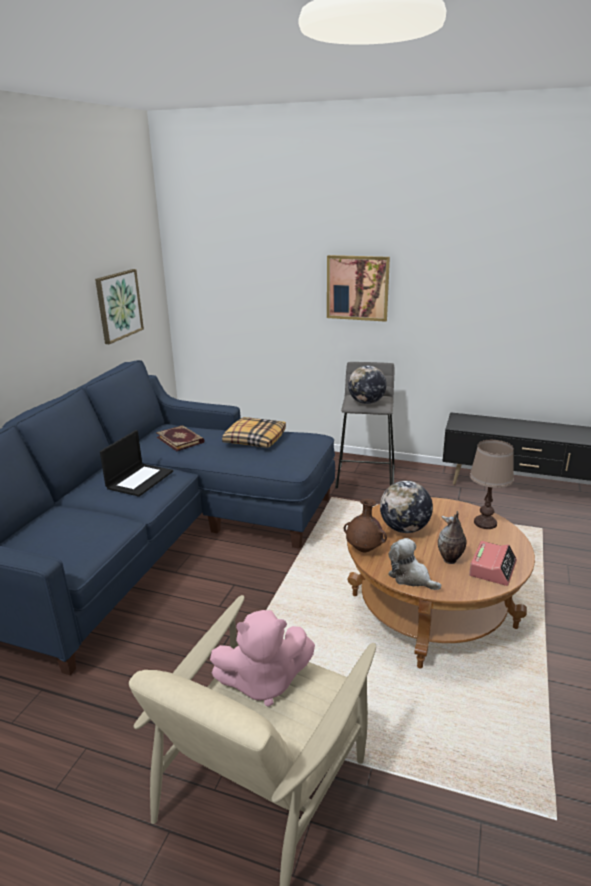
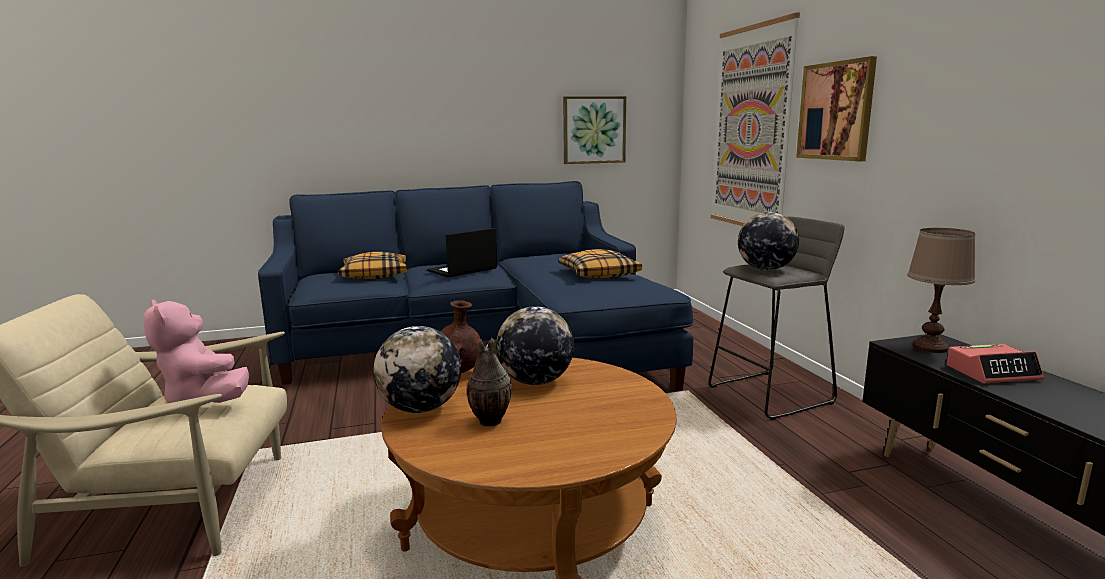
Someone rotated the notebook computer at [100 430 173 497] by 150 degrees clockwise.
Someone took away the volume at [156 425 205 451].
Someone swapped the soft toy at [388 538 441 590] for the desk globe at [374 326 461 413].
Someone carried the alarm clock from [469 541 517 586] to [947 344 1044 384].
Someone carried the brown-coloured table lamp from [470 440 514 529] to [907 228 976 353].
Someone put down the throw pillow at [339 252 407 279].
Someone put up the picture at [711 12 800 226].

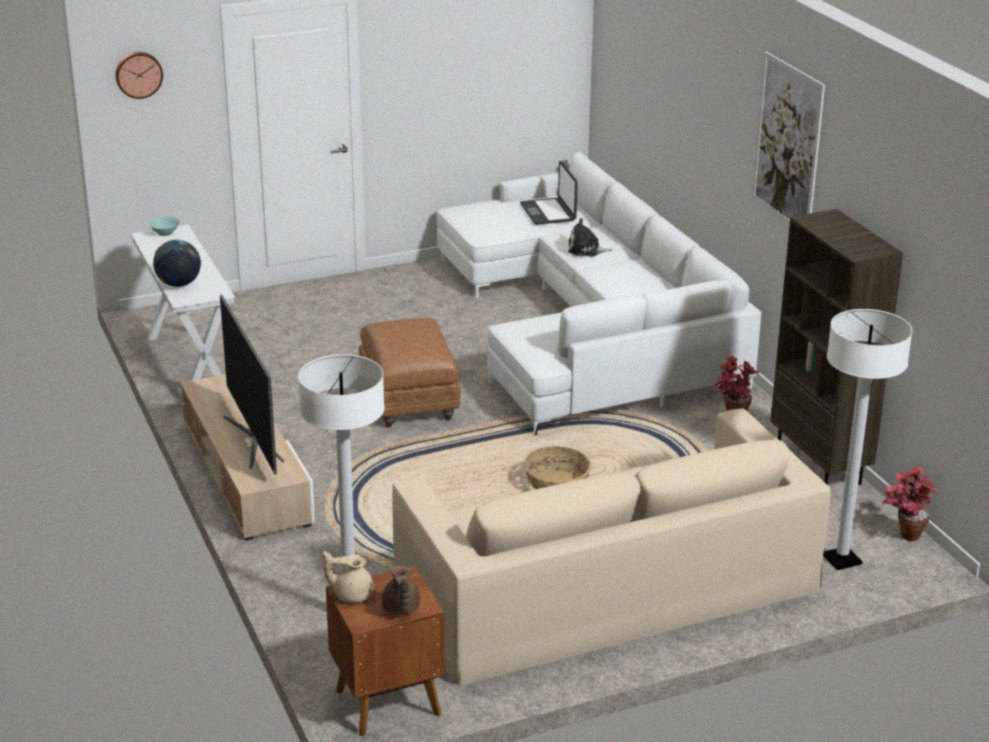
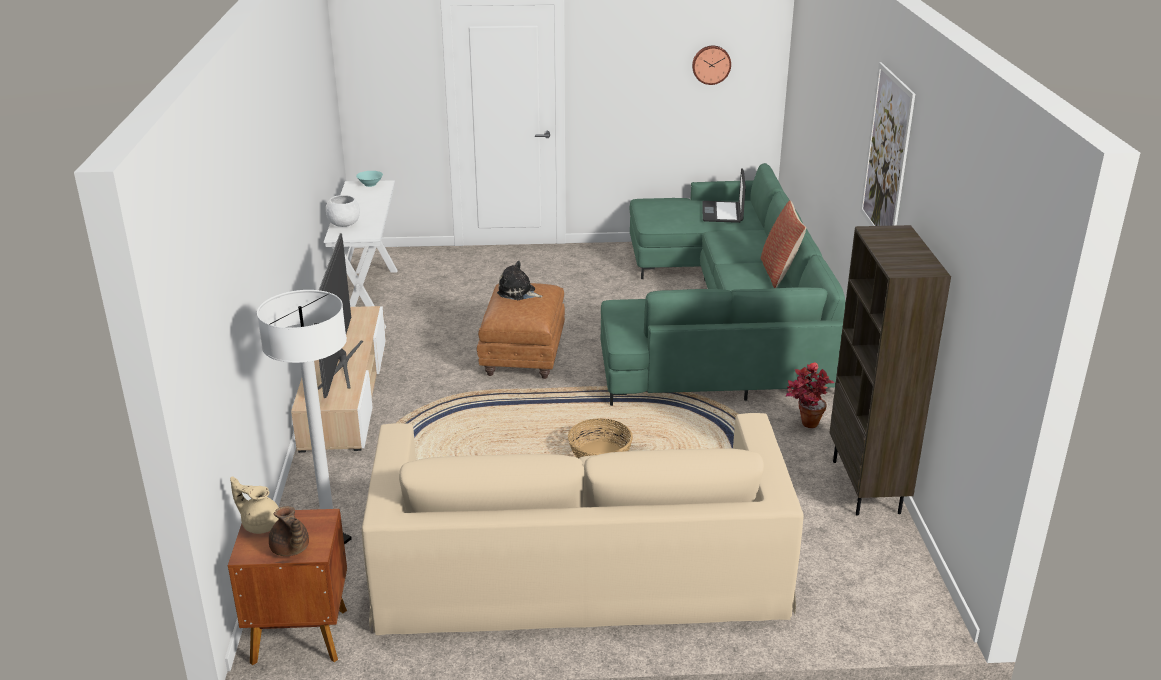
Someone carried the wall clock from [115 52 163 99] to [692 45 731 85].
Someone swapped the desk globe at [153 240 201 287] for the white-coloured deep dish at [326 195 360 227].
Someone rotated the brown-coloured teapot at [382 566 420 615] by 45 degrees counterclockwise.
Someone repainted the white-coloured couch at [436 151 762 435], which became the green couch at [601 163 846 406].
Someone carried the soft toy from [568 218 612 257] to [497 261 543 300].
Someone took away the white-coloured standard lamp at [823 309 913 570].
Someone took away the potted plant at [882 467 940 541].
Someone put down the throw pillow at [761 200 806 288].

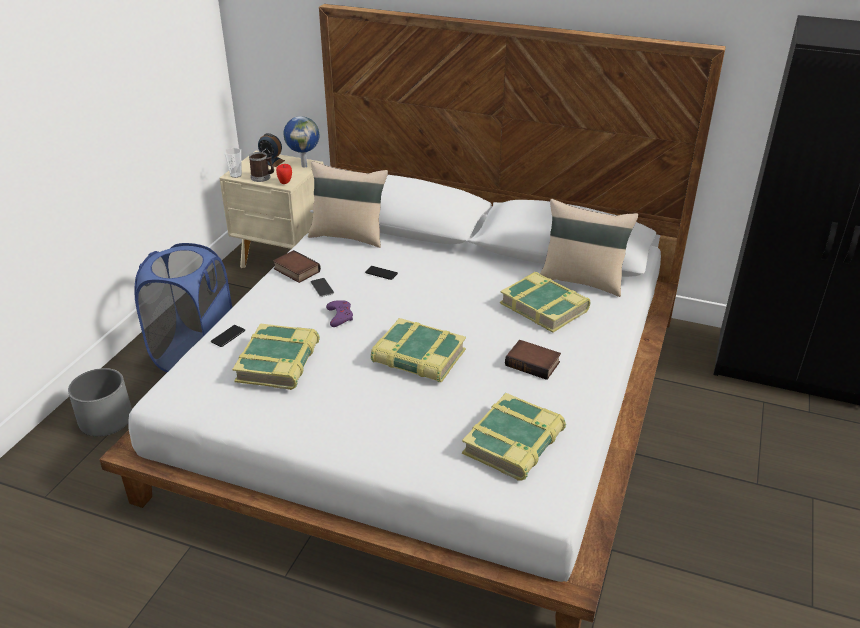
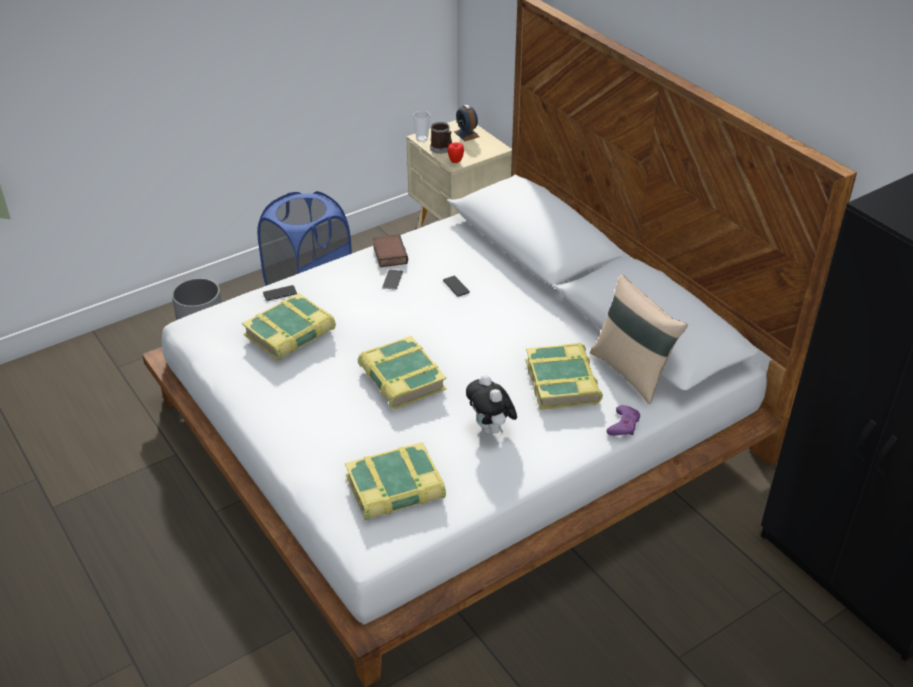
Someone took away the desk globe at [284 116 320 168].
Someone took away the beige-coloured throw pillow at [308 161 388 248].
Someone carried the purple-coloured joypad from [326 300 353 327] to [607 405 640 436].
Someone swapped the volume at [505 340 561 380] for the soft toy at [466 375 517 434].

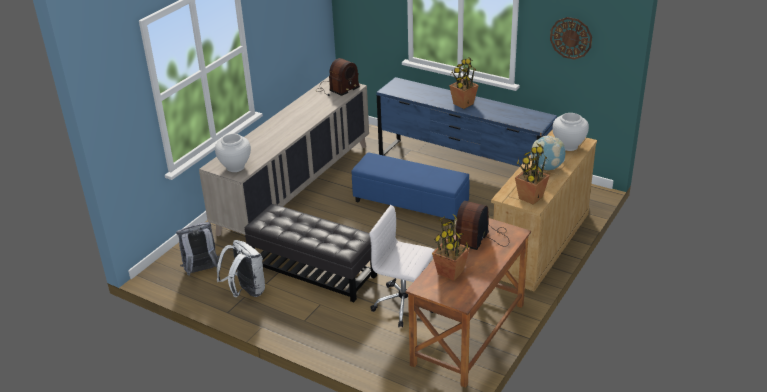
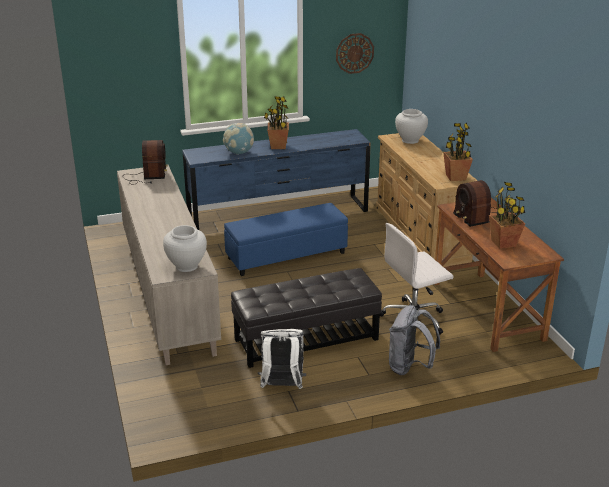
Someone carried the gray backpack from [176 222 220 276] to [389 305 440 375].
Someone carried the desk globe from [531 135 565 170] to [223 123 254 155].

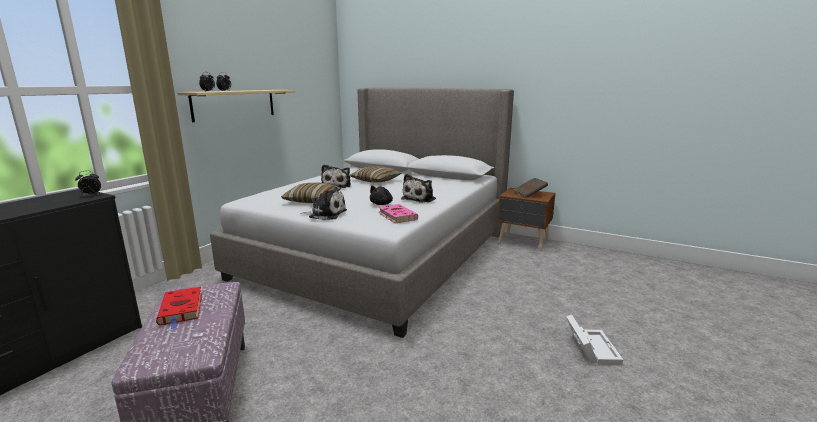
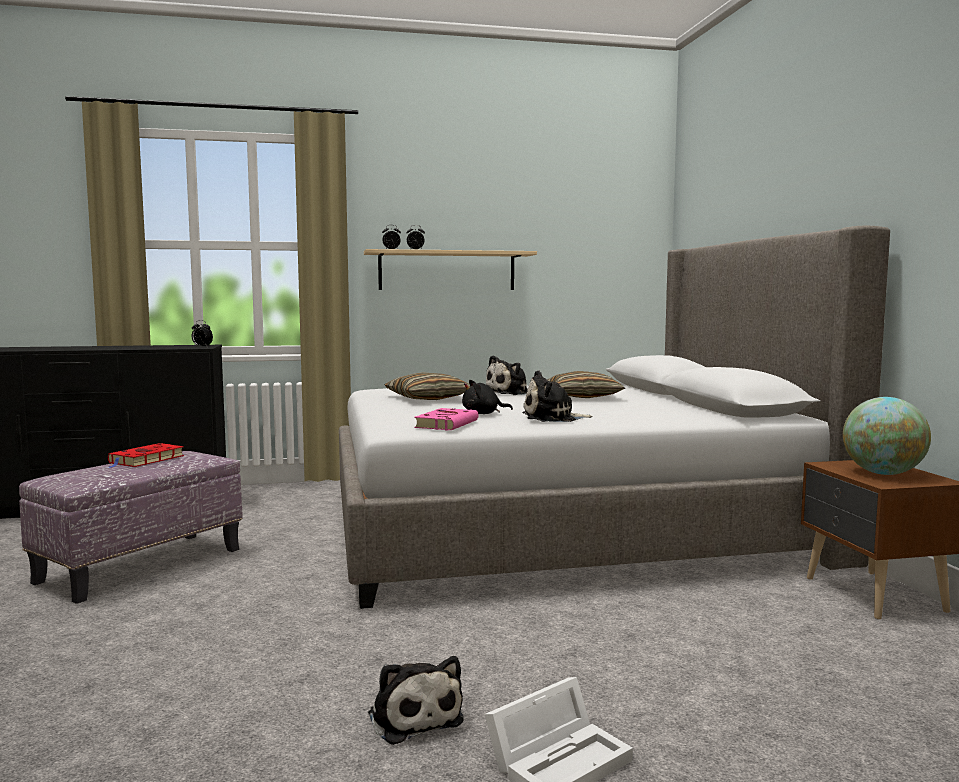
Someone carried the soft toy from [300 187 347 220] to [368 656 464 745].
Someone swapped the brown-coloured volume at [514 178 548 198] for the desk globe at [843 397 931 475].

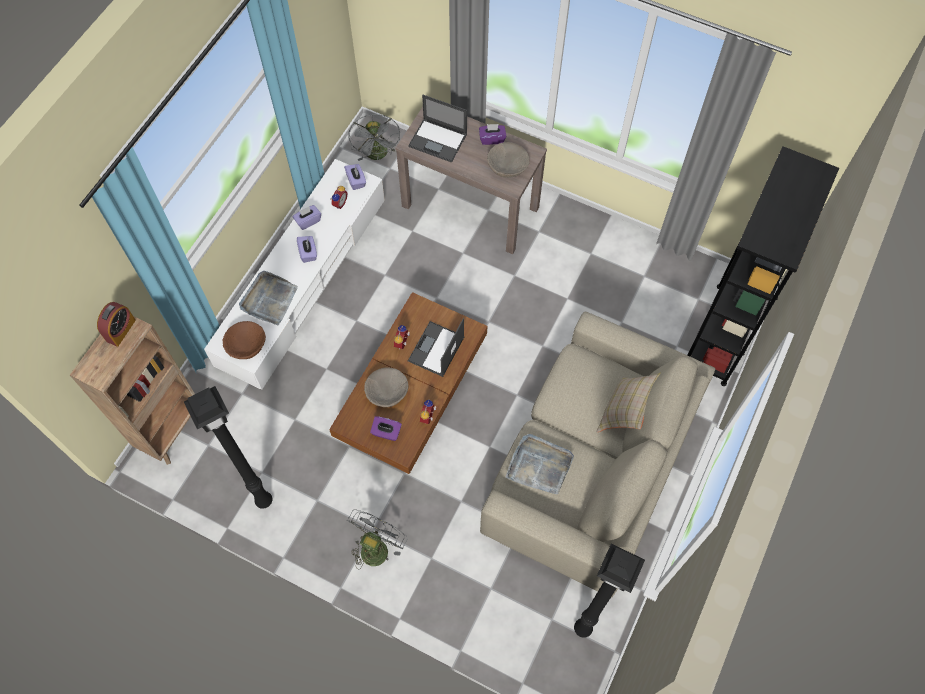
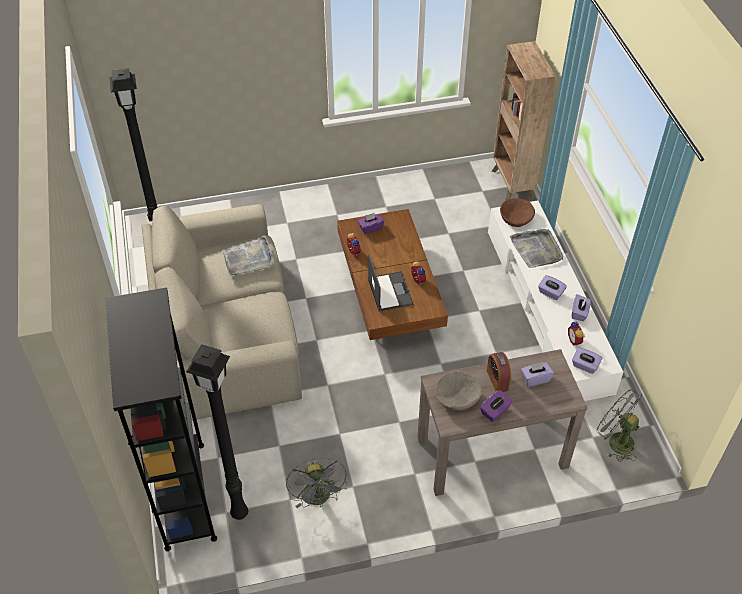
Someone carried the alarm clock from [97 302 136 347] to [487 352 511 392].
Someone carried the blackish standard lamp from [184 386 272 509] to [186 344 248 520].
Someone carried the gray fan from [347 509 407 570] to [286 458 347 508].
Someone took away the beige-coloured deep dish at [364 368 408 407].
Someone swapped the notebook computer at [408 95 467 163] for the purple-coloured tissue holder at [521 362 554 387].
Someone took away the beige-coloured throw pillow at [597 372 661 432].

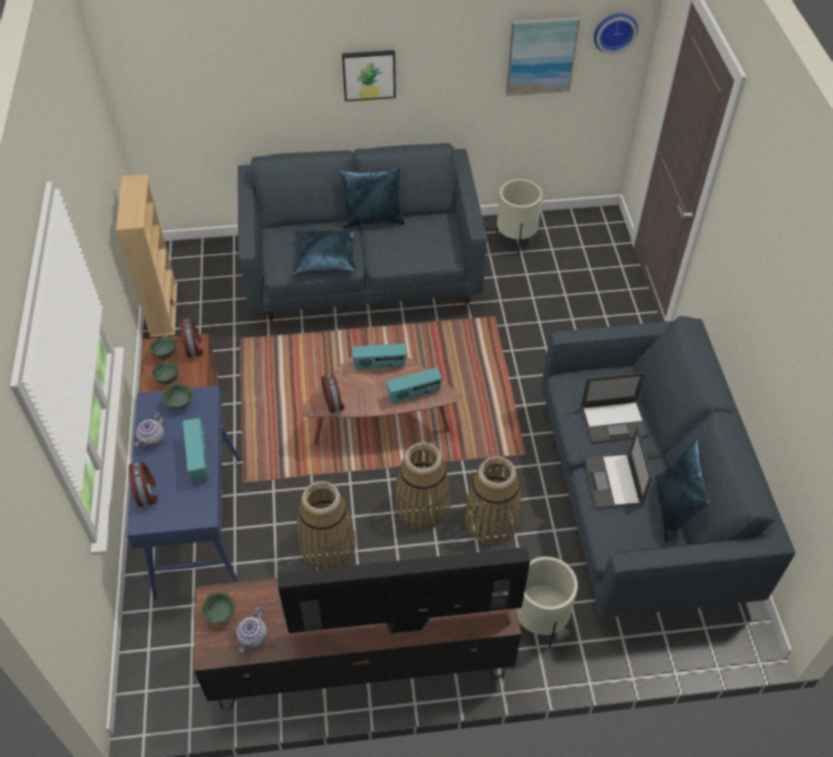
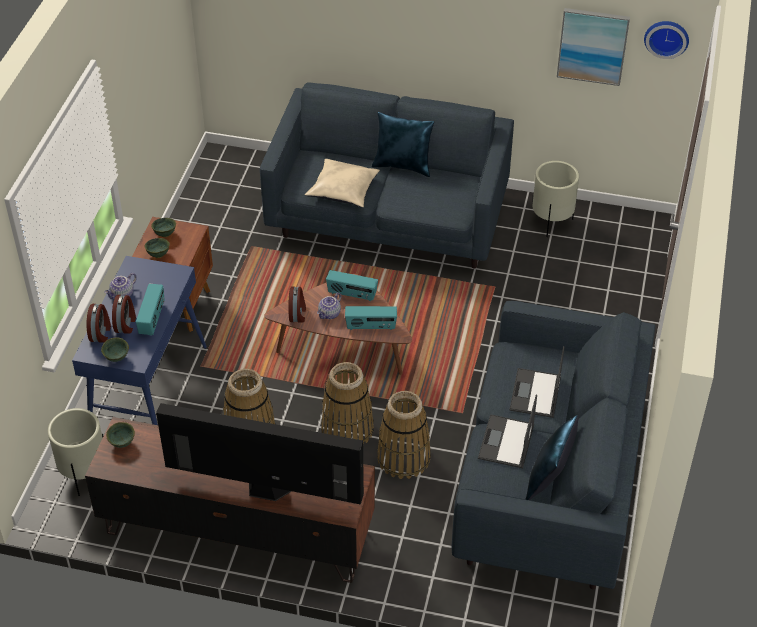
Someone took away the beige-coloured bookcase at [116 174 177 337].
Someone carried the green deep dish from [163 383 192 409] to [101 338 129 362].
Someone carried the alarm clock from [180 318 204 358] to [112 295 136 334].
Someone carried the teapot from [236 607 267 652] to [317 292 341 319].
Someone repainted the blue throw pillow at [292 229 357 275], which became the beige-coloured throw pillow at [305 159 380 208].
Someone took away the picture at [342 50 396 102].
Someone carried the beige-coloured plant pot from [517 557 578 648] to [48 408 103 496].
Someone rotated the notebook computer at [581 372 649 444] by 90 degrees clockwise.

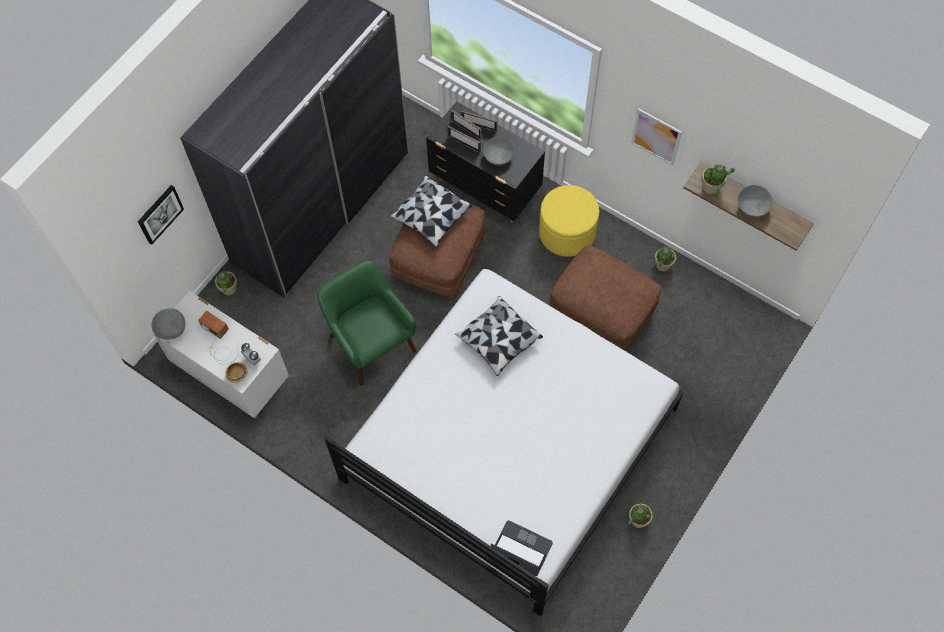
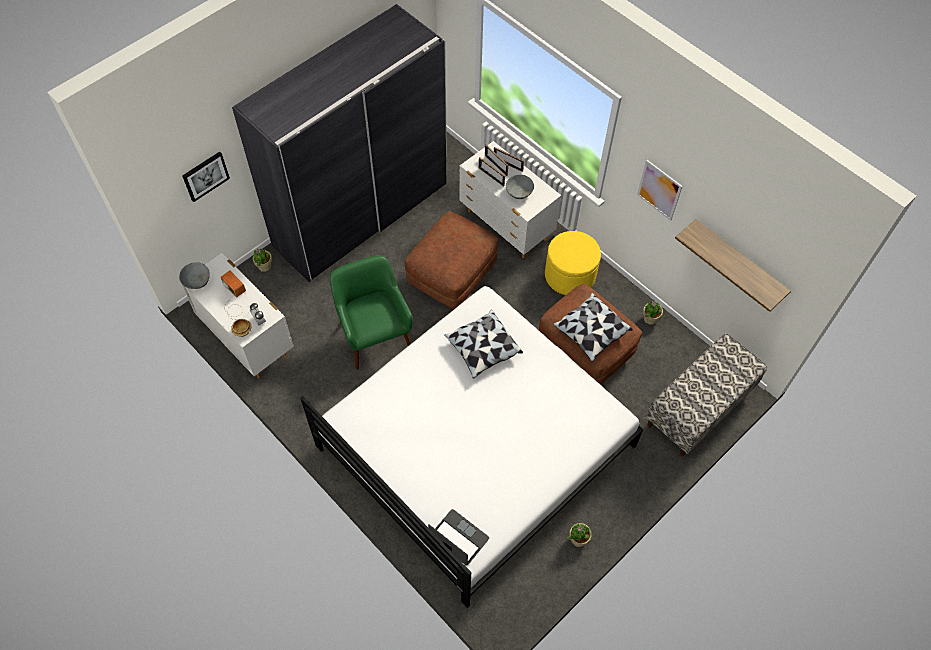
Someone carried the throw pillow from [390 176 473 247] to [553 293 633 362].
Someone repainted the blackish dresser at [426 101 545 223], which became the white-coloured dresser at [459 141 561 258].
Someone took away the potted plant at [701 164 735 194].
Someone took away the gray deep dish at [737 185 773 218].
Someone put down the bench at [646 334 767 456].

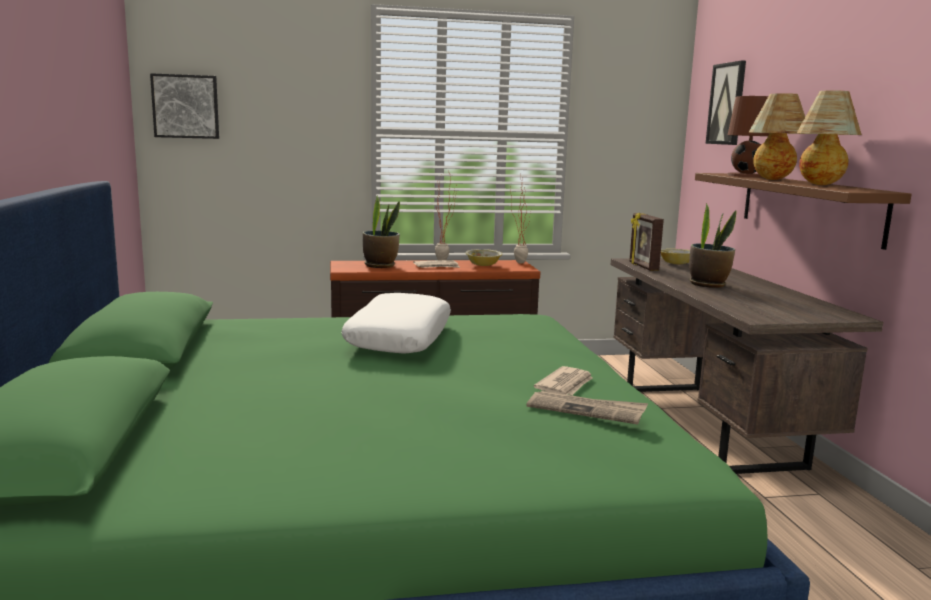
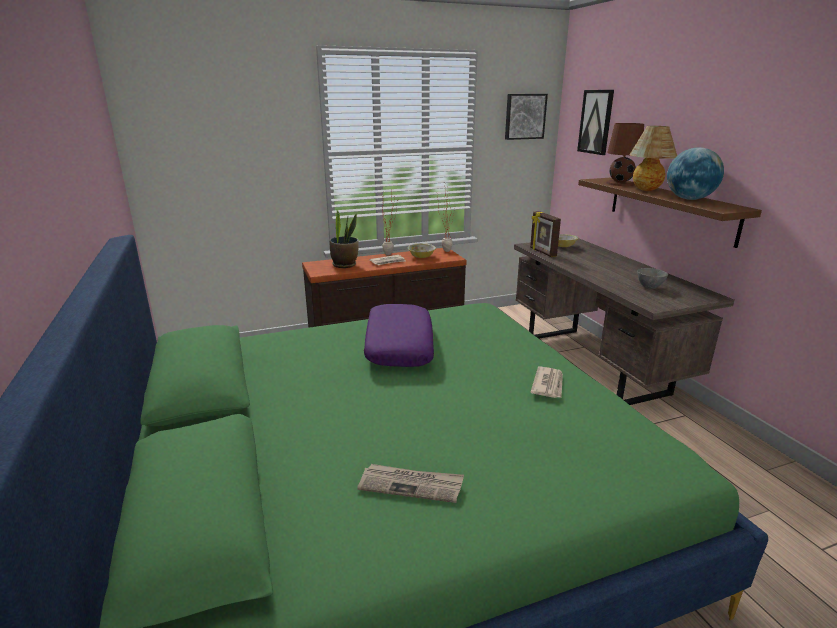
Someone carried the picture from [150 73 219 139] to [505 94 548 140].
Someone repainted the white-coloured throw pillow at [341 293 451 354], which became the purple-coloured throw pillow at [364 304 434 367].
Someone carried the daily paper from [526 391 648 425] to [357 464 464 503].
Someone took away the potted plant at [689 203 737 288].
Someone swapped the table lamp at [797 90 862 185] for the desk globe at [667 147 724 200].
Someone put down the gray deep dish at [637 268 668 289].

